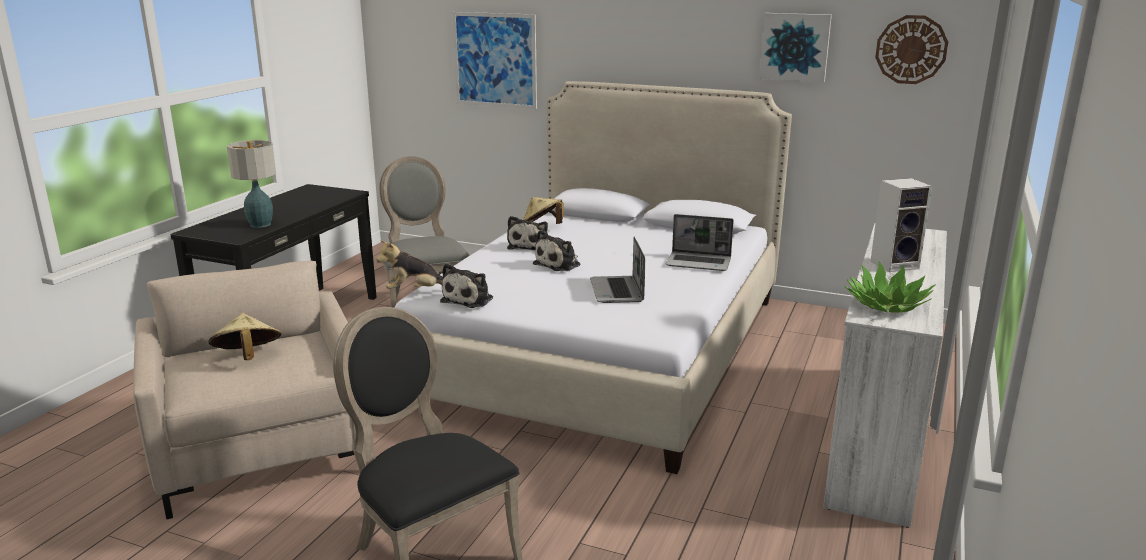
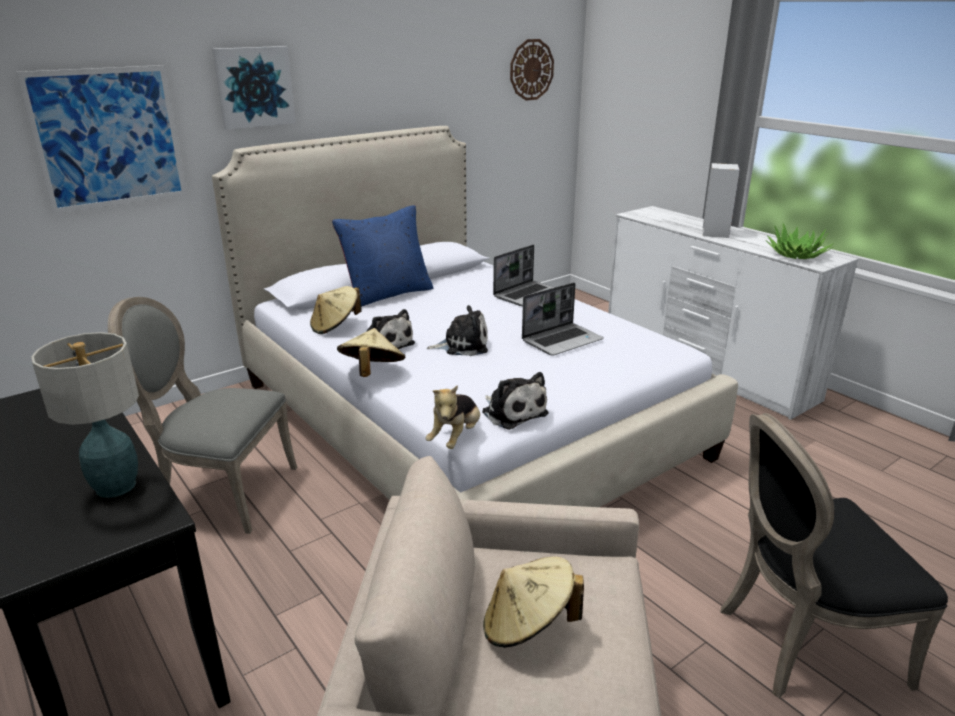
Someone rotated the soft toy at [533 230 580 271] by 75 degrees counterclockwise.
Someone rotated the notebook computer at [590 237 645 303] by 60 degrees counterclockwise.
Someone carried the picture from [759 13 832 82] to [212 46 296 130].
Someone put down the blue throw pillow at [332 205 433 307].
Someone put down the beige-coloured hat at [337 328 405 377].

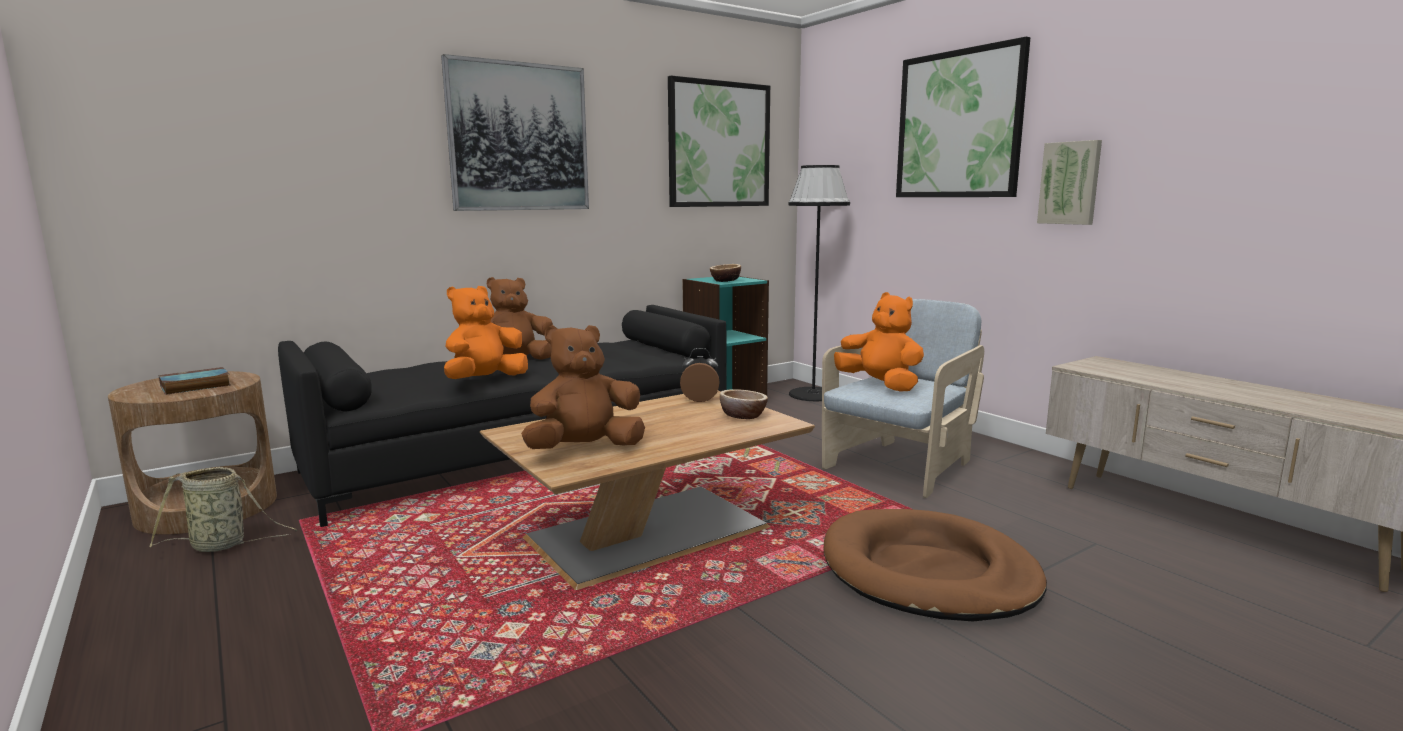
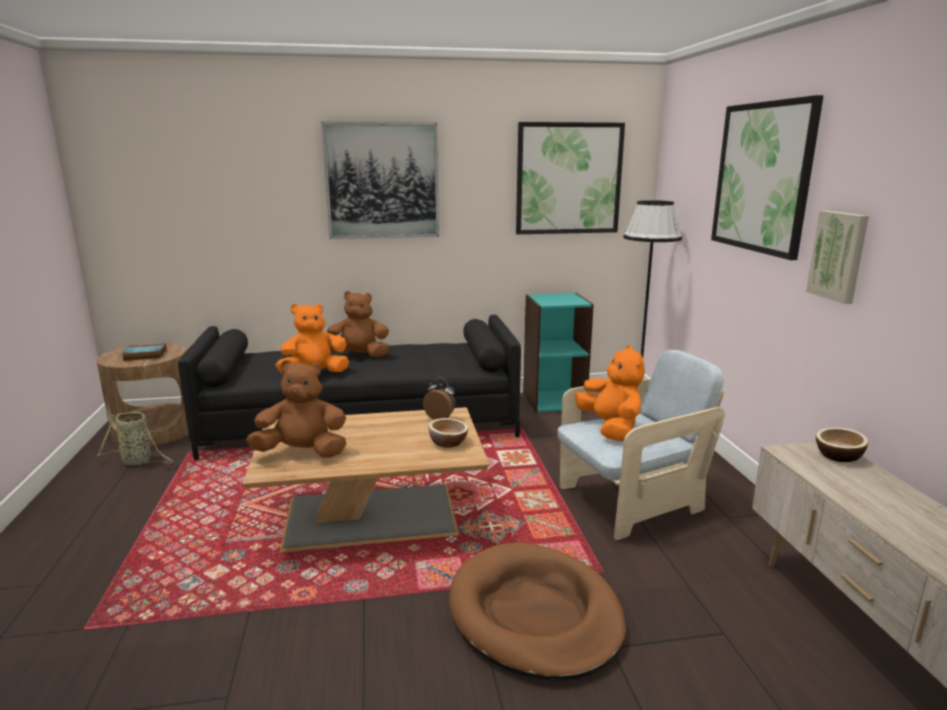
Someone carried the deep dish from [710 264 741 282] to [816 427 868 462].

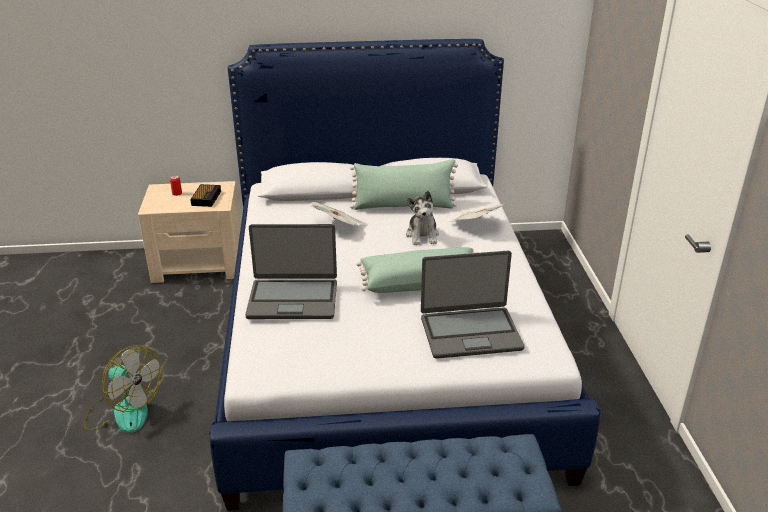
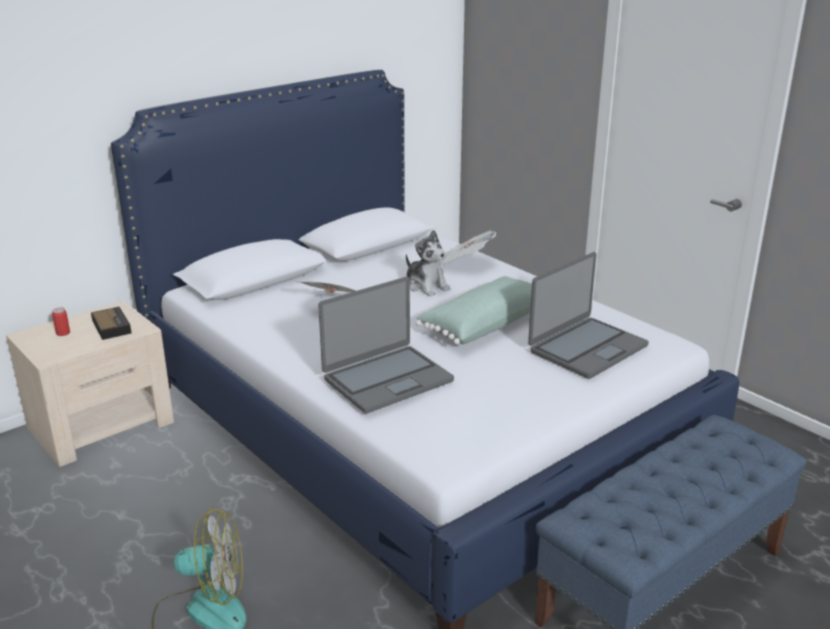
Someone took away the green throw pillow at [350 159 458 210].

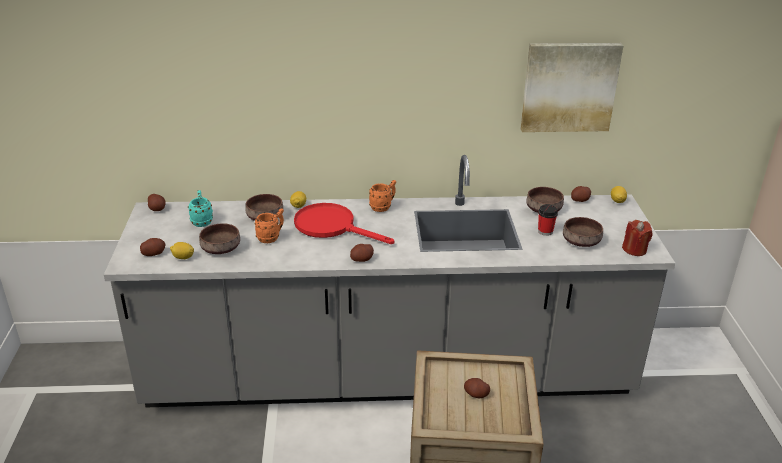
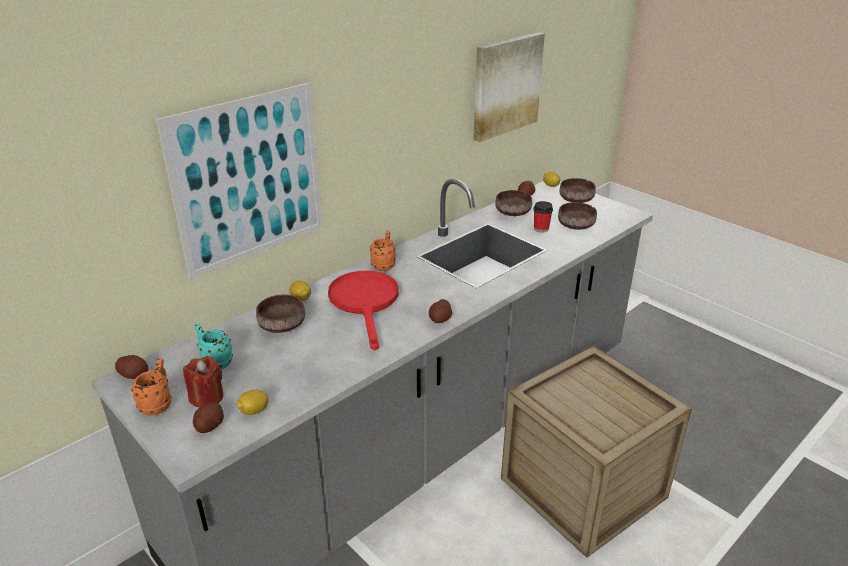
Someone carried the brown-coloured deep dish from [199 223 240 254] to [560 178 596 203].
Someone carried the orange mug from [254 208 284 243] to [131 358 171 416].
Someone rotated the red frying pan at [294 203 394 244] by 90 degrees clockwise.
Someone took away the whole potato at [464 378 490 398].
Someone carried the red candle from [622 220 653 256] to [183 356 223 407].
Someone put up the picture at [156 83 323 279].

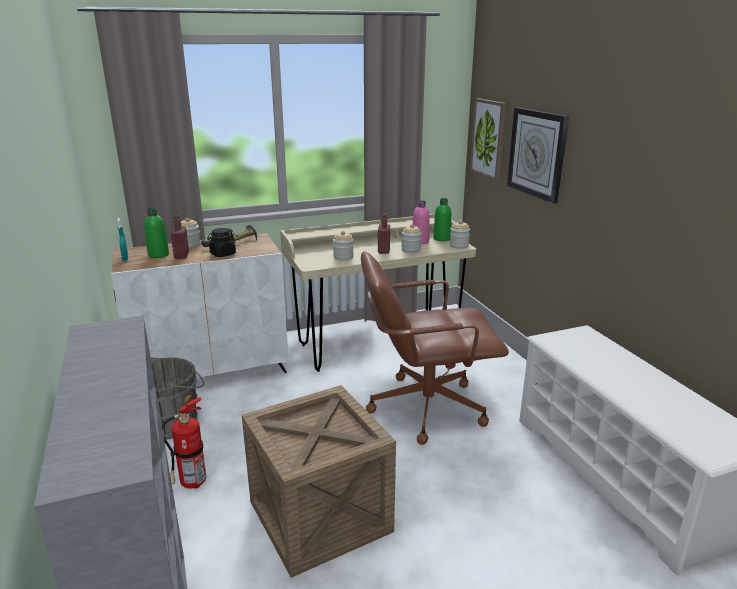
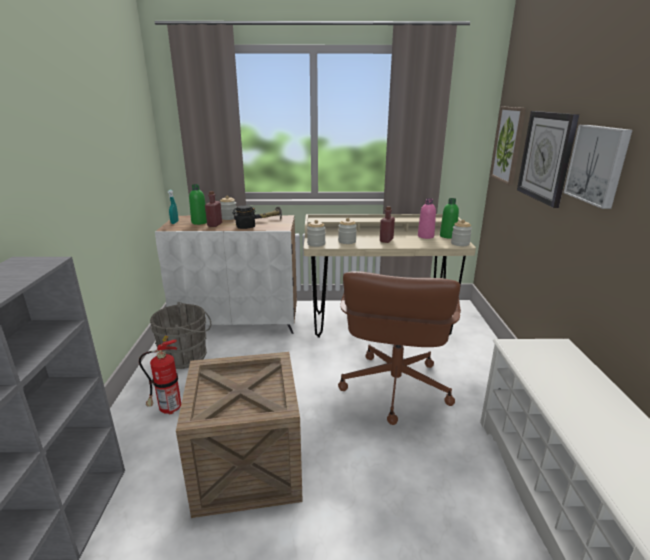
Someone rotated the brown-coloured desk chair at [361 251 509 445] by 90 degrees counterclockwise.
Someone carried the jar from [401 224 422 253] to [307 220 326 247].
Someone put up the picture at [564 125 632 209].

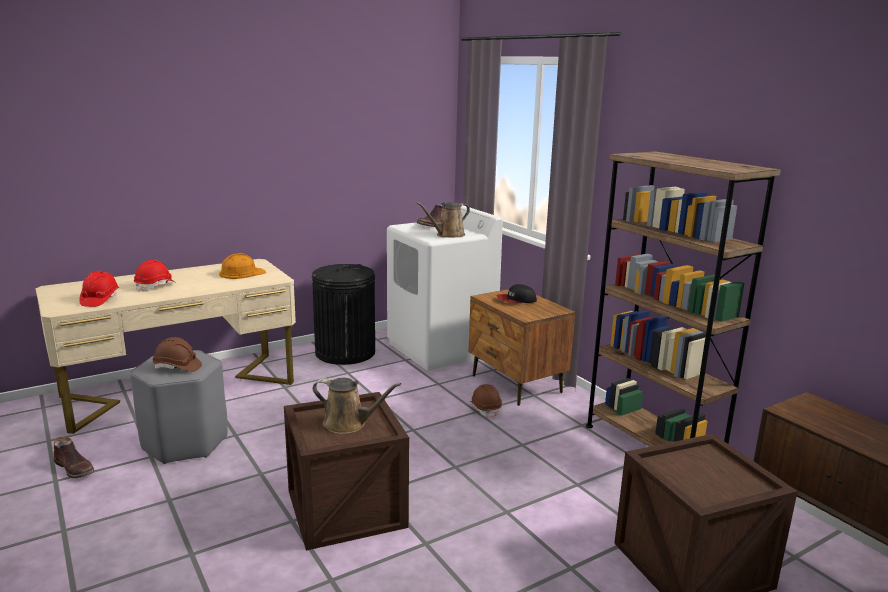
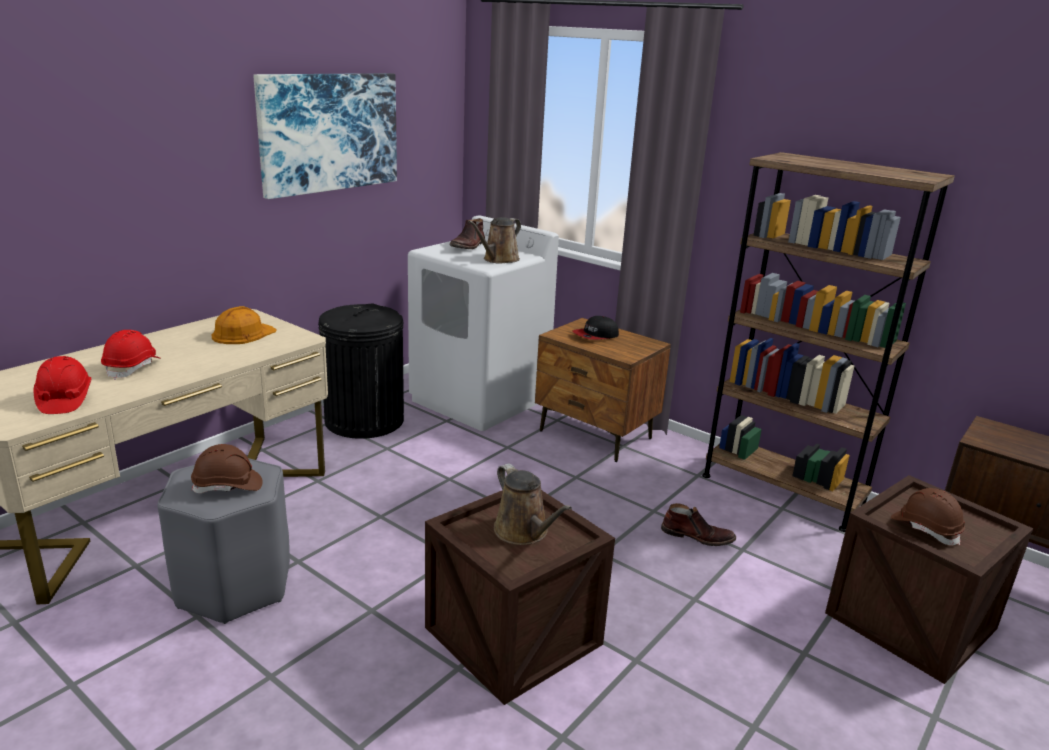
Someone carried the brown-coloured high-top boot from [54 437 94 478] to [661 503 736 546].
Someone rotated the brown-coloured sprinkling can at [313 378 401 434] by 60 degrees clockwise.
Someone carried the brown-coloured hard hat from [471 384 502 418] to [891 488 965 545].
Someone put up the picture at [253 73 397 199].

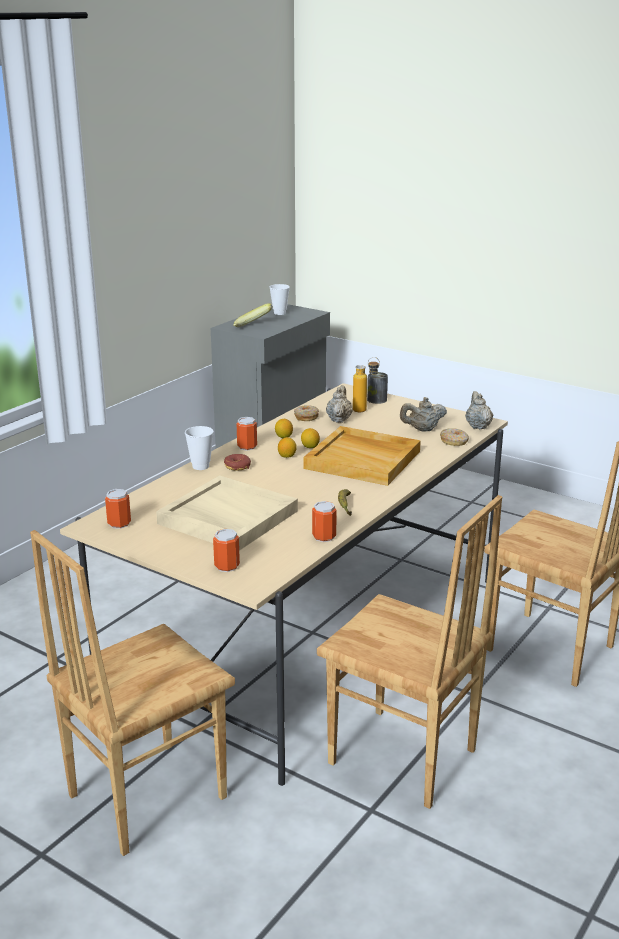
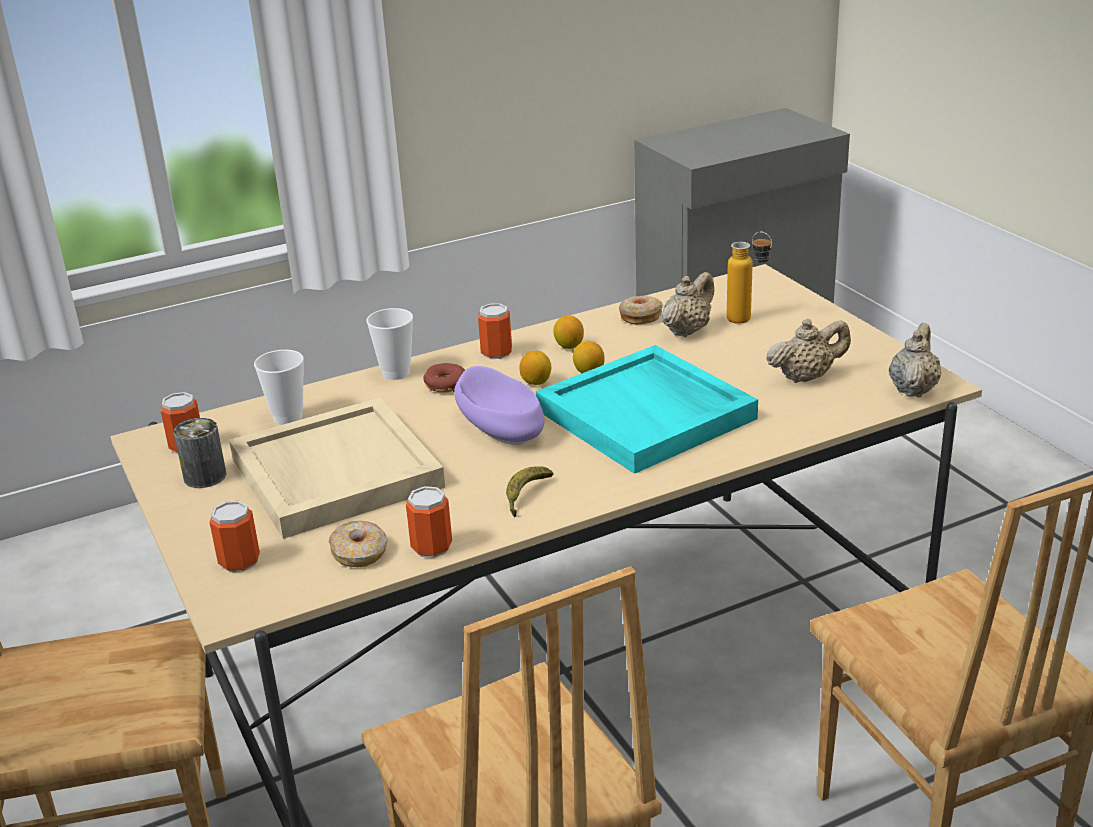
Someone took away the banana fruit at [233 303 273 327].
Someone carried the small cup from [269 284 290 315] to [254 350 304 425].
Someone repainted the beige-coloured tray at [303 426 421 486], which became the blue-green tray at [536 345 758 474].
Someone carried the metal can from [367 372 388 404] to [174 418 226 488].
Someone rotated the beige-coloured teapot at [400 397 447 432] by 150 degrees clockwise.
Someone carried the donut from [440 428 469 446] to [329 521 387 567].
Someone put down the purple-coloured deep dish at [454 366 544 445].

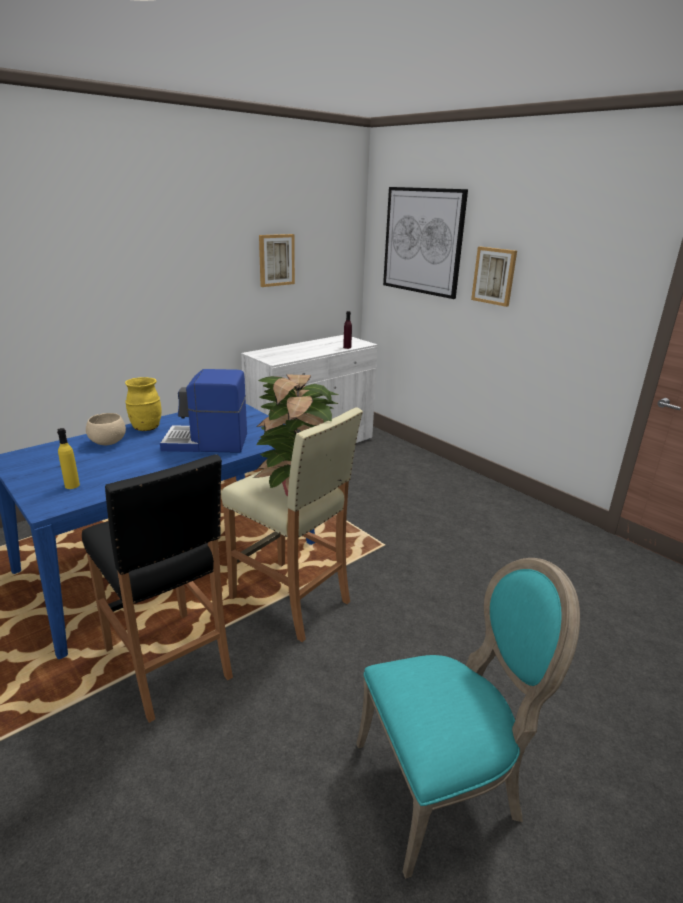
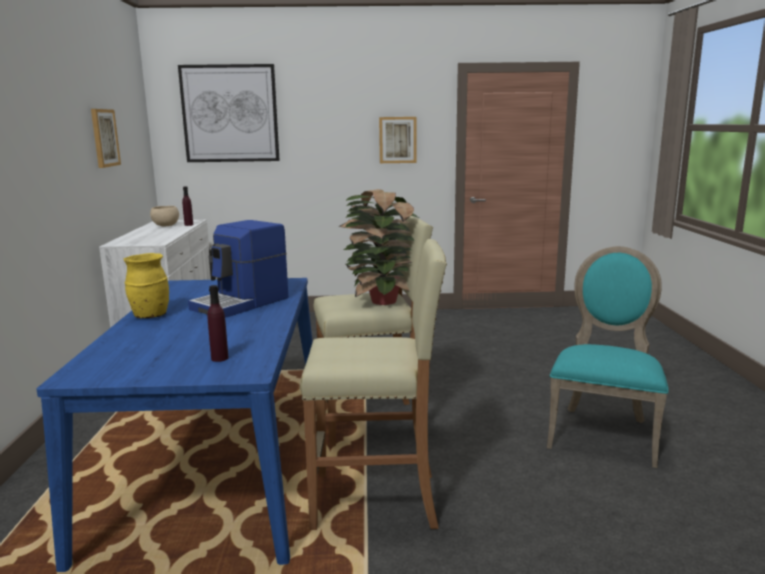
Someone repainted the yellowish drink bottle at [57 428 80 489], which became the purple-coloured drink bottle at [207 285 229 362].
Someone repainted the blackish stool seat at [82 454 233 723], which became the beige-coloured stool seat at [300 239 447 530].
Someone carried the beige-coloured deep dish from [86 413 126 445] to [150 206 179 226].
Someone carried the picture from [471 246 517 307] to [379 117 416 163].

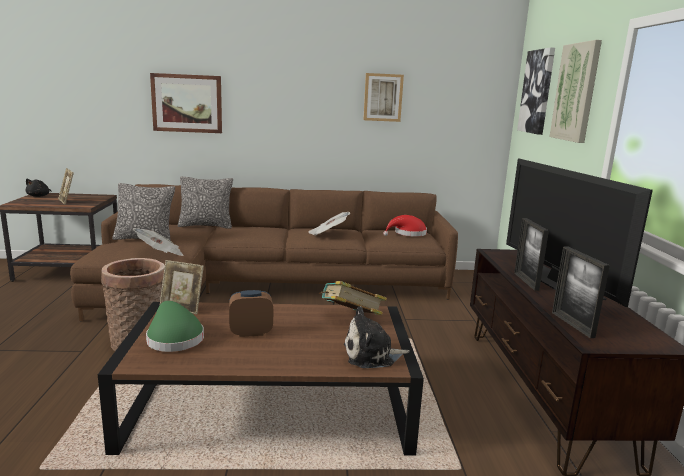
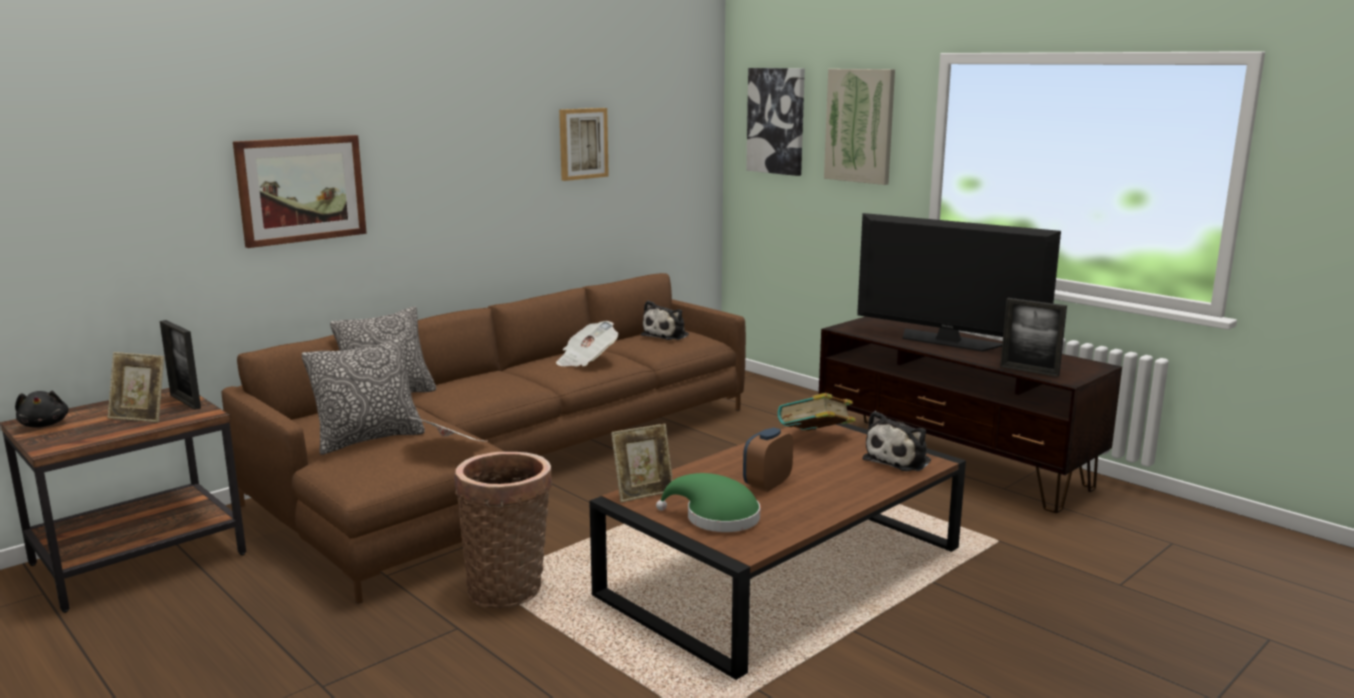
Someone swapped the red hat at [383 215 427 237] for the soft toy at [641 300 689 340].
Someone carried the picture frame from [514 218 549 291] to [160 320 201 410].

